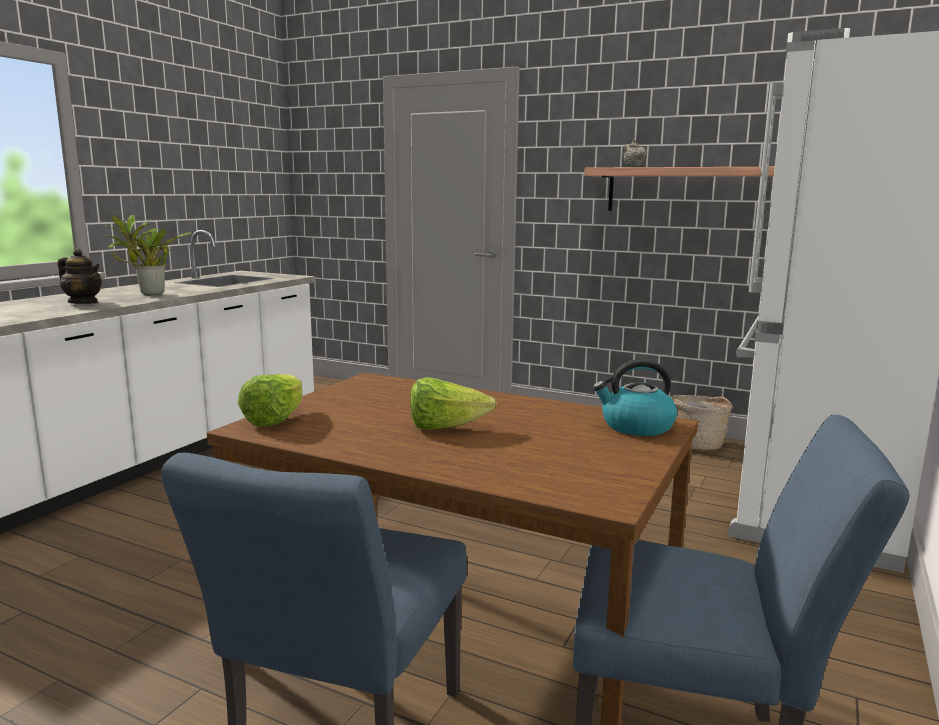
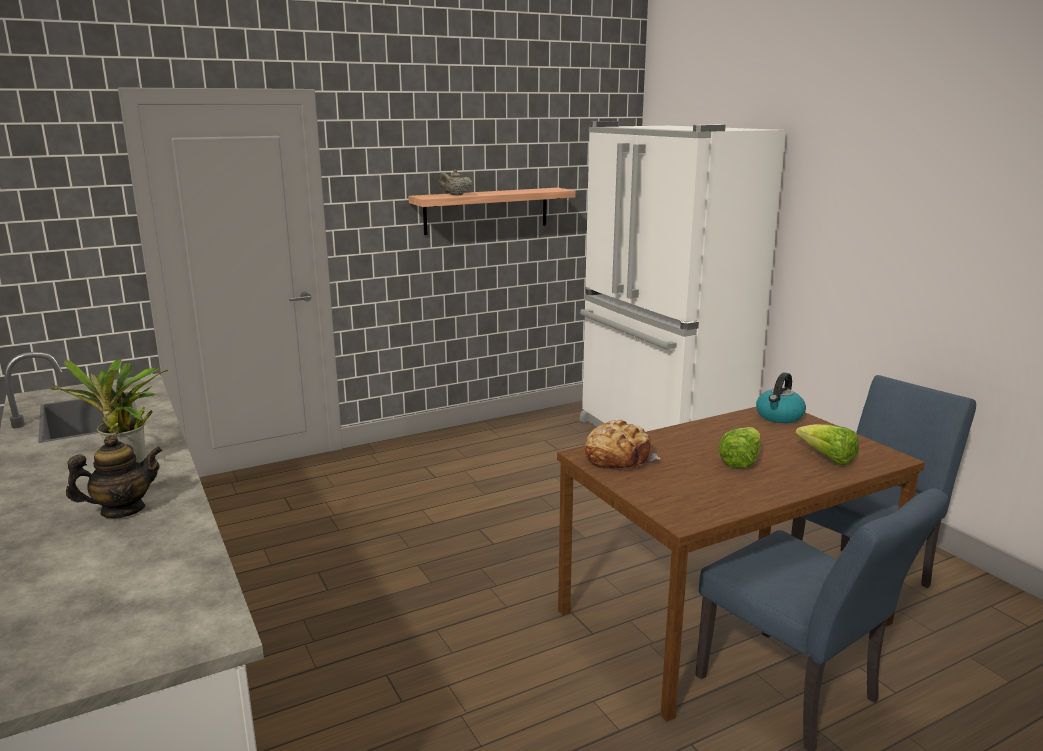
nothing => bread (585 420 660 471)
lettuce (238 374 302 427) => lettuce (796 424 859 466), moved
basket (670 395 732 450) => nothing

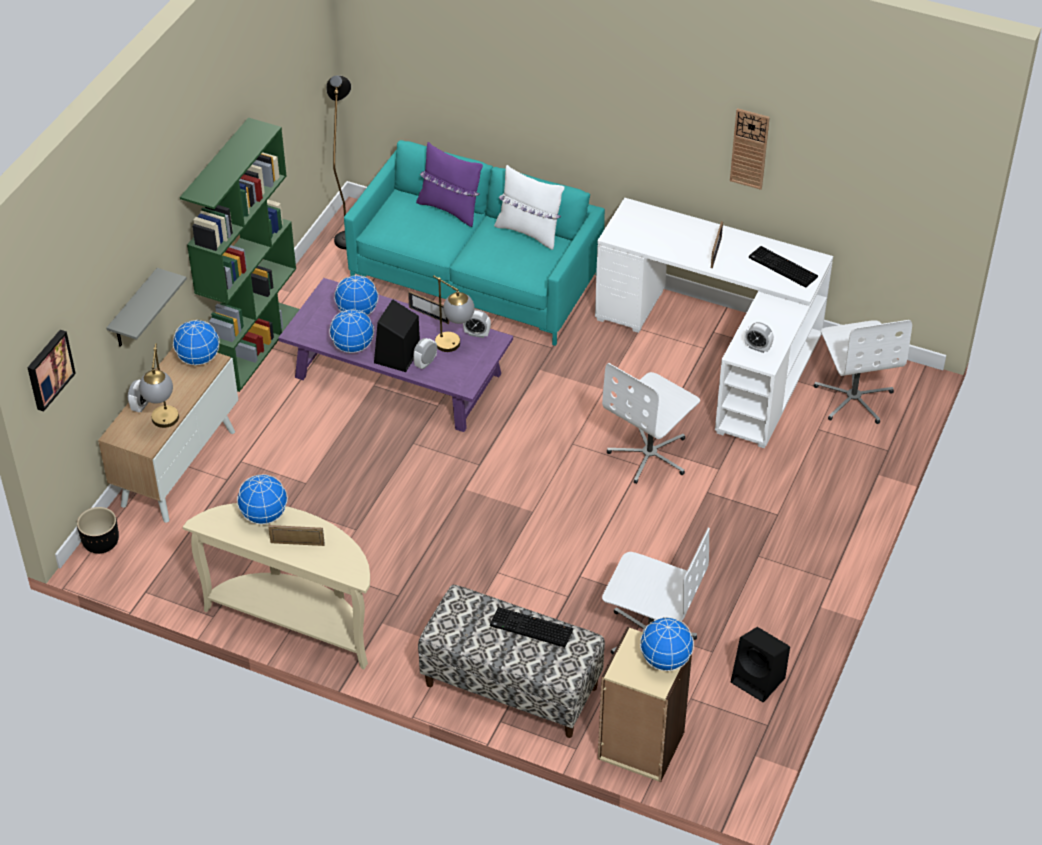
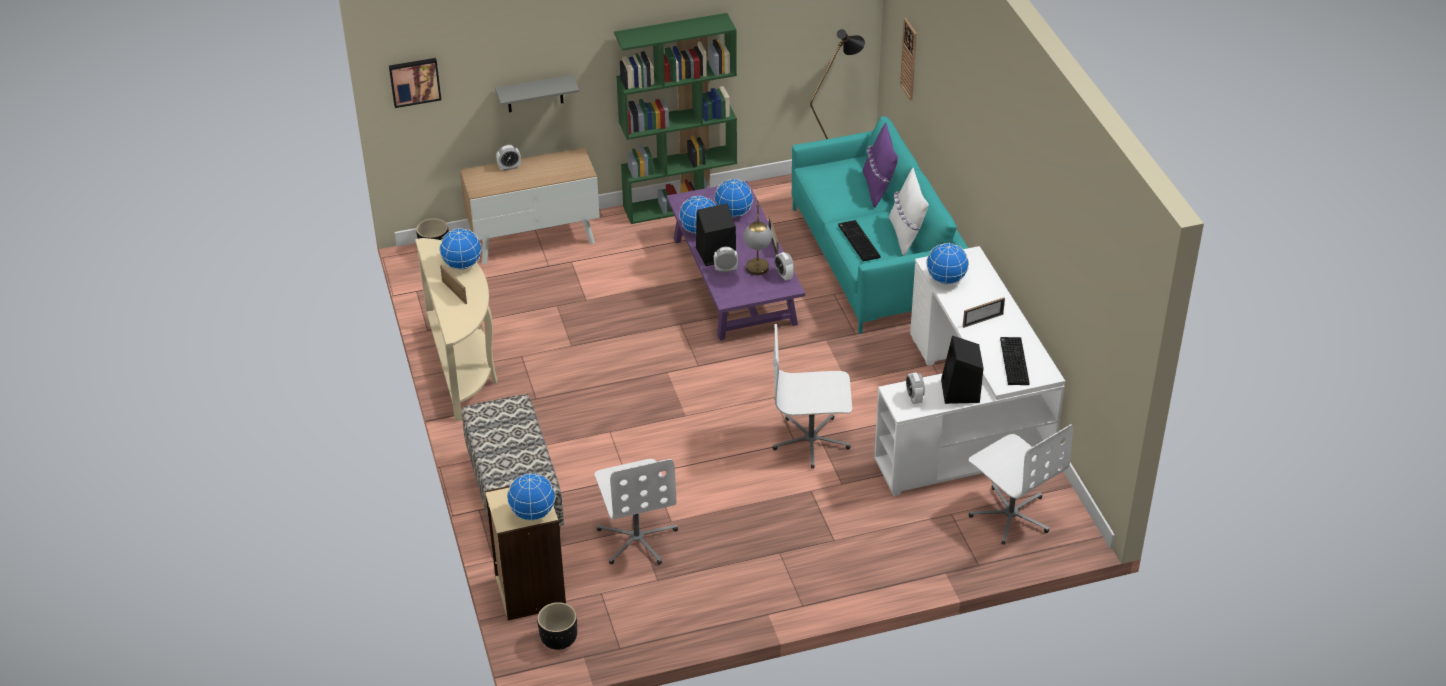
nothing => planter/black (537 602 577 650)
keyboard (490 607 573 647) => keyboard (838 220 881 261), moved
wall clock (730 108 770 190) => wall clock (900 18 917 101), moved
globe (173 319 220 366) => globe (926 243 969 285), moved
speaker/black (731 627 790 703) => speaker/black (941 335 983 404), moved
office chair/white (814 320 912 424) => office chair/white (969 424 1073 545), 75 degrees counterclockwise
table lamp (139 343 179 428) => nothing

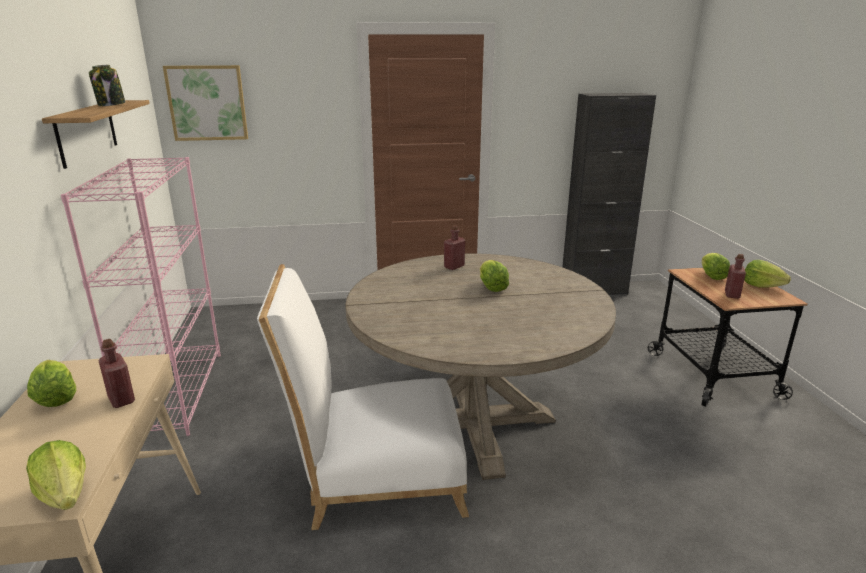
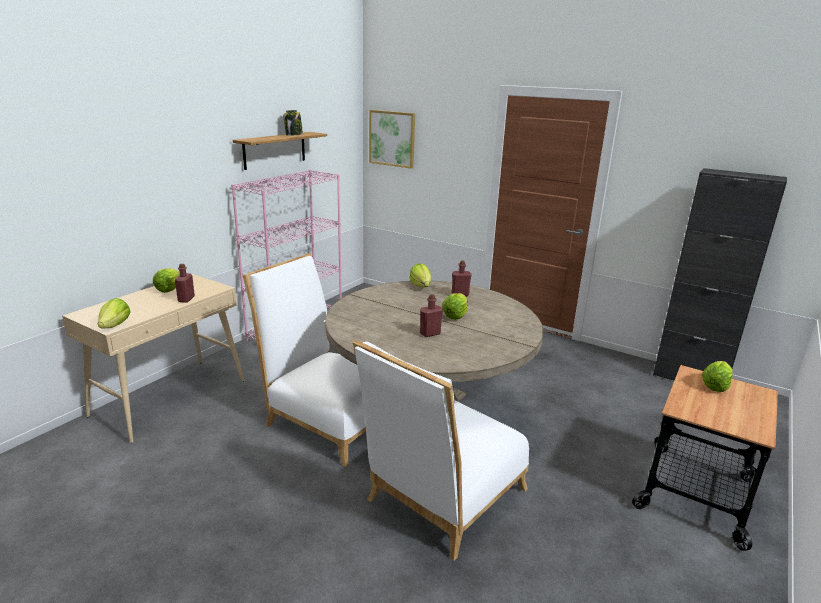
nothing => chair/white (353 340 529 561)
lettuce (744 260 791 288) => lettuce (410 264 431 288), moved
bottle/red (725 254 746 299) => bottle/red (420 294 443 337), moved

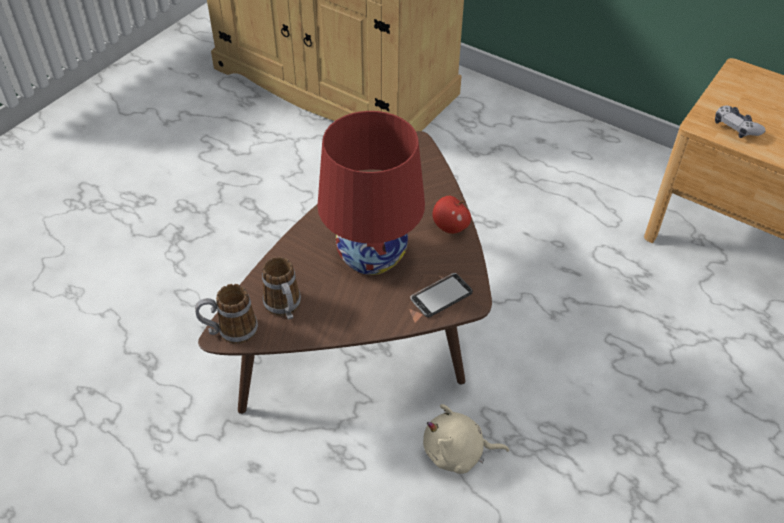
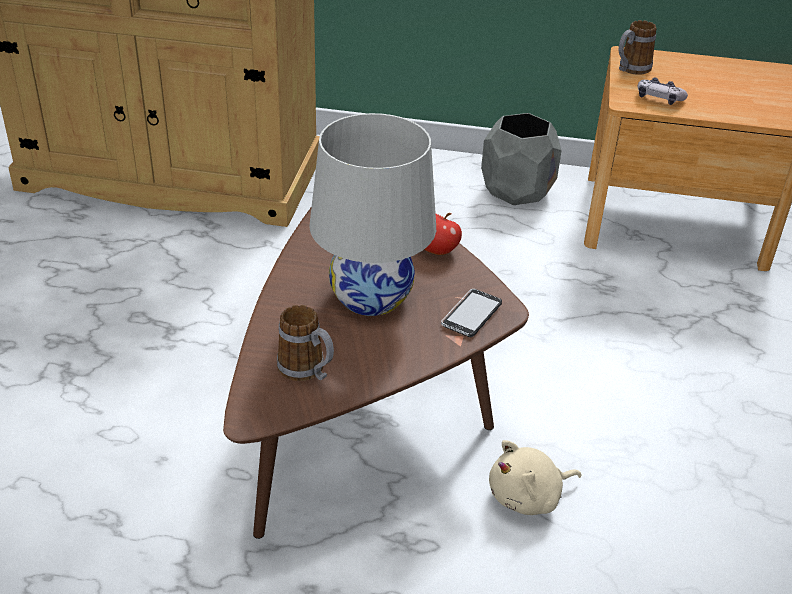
table lamp/red (317 111 425 275) => table lamp/white (309 113 436 316)
nothing => planter/grey (481 113 562 205)
mug (195 284 258 344) => mug (619 20 656 75), moved

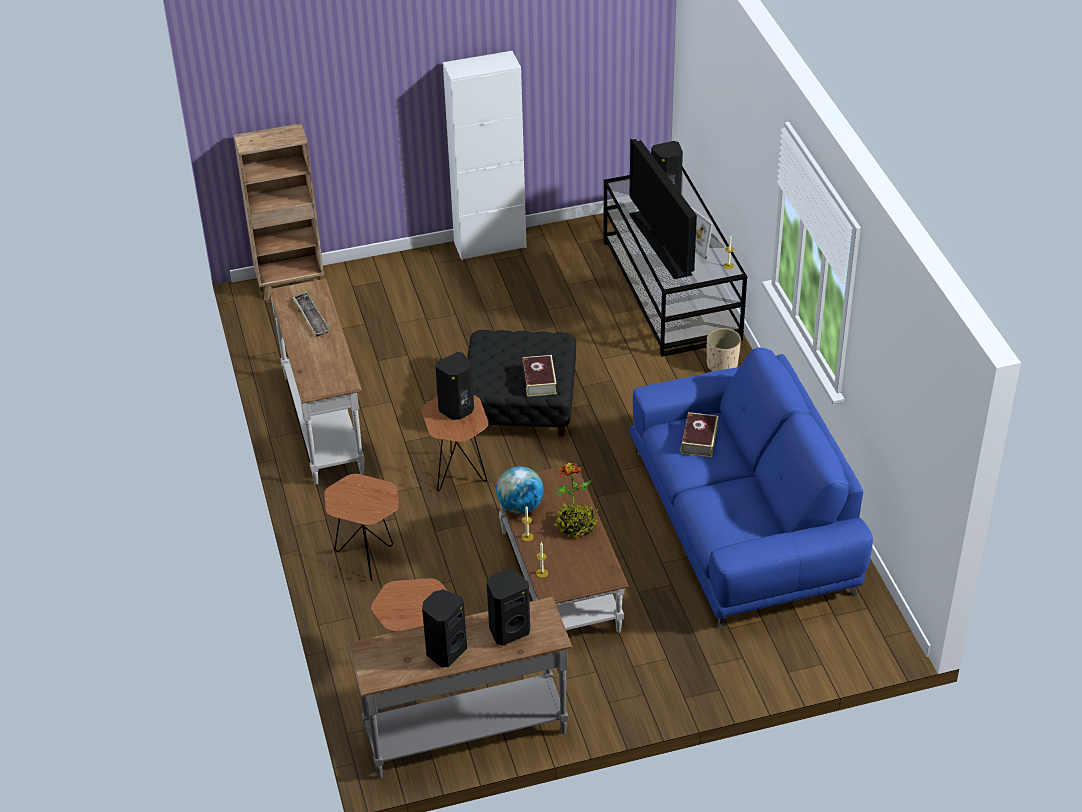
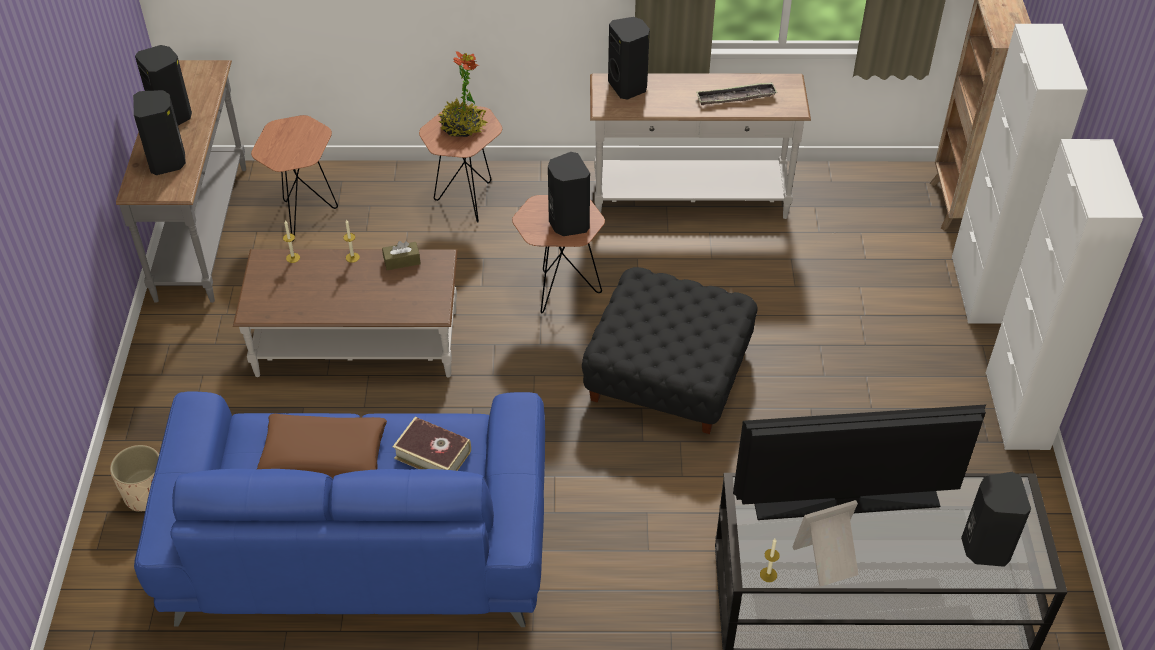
planter/beige (707 328 741 371) => planter/beige (110 445 159 512), moved
nothing => pillow/brown (257 414 387 478)
globe (496 466 544 514) => tissue box/brown (382 241 421 270)
potted plant (554 462 598 538) => potted plant (439 51 488 137), moved
nothing => speaker/black (608 17 650 100)
nothing => cabinet/white (952 24 1088 324)
book (522 355 557 397) => nothing

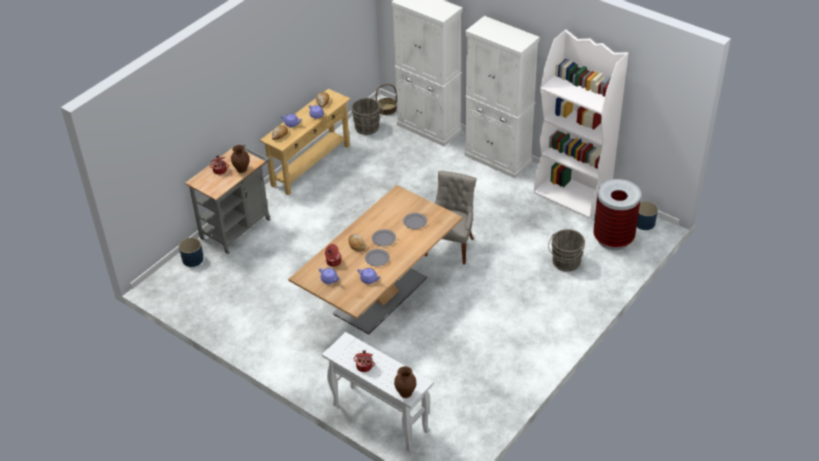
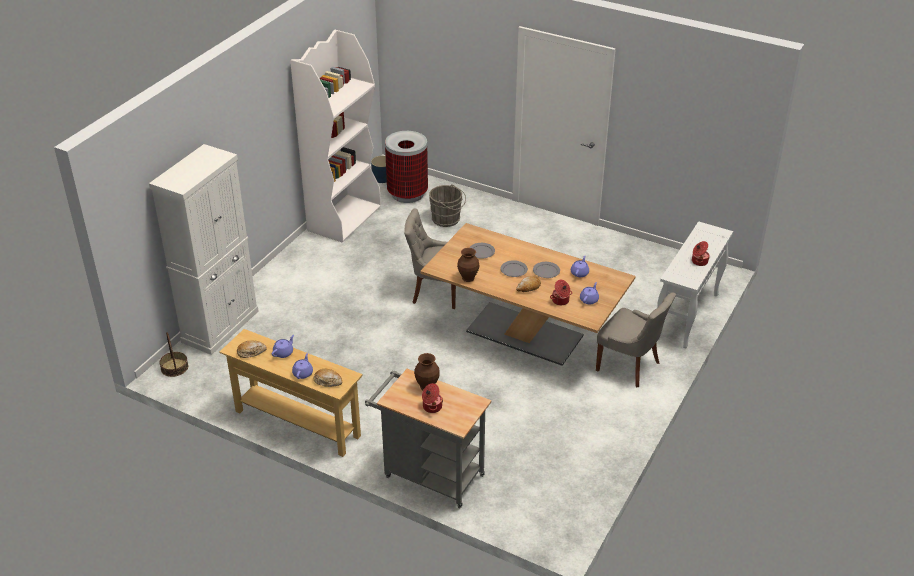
vase/brown (394 366 416 398) => vase/brown (457 248 479 282), moved
nothing => chair/grey (596 292 676 387)
planter/blue (179 238 204 267) => nothing
bucket/grey (351 97 383 135) => nothing
cabinet/white (464 16 540 178) => nothing

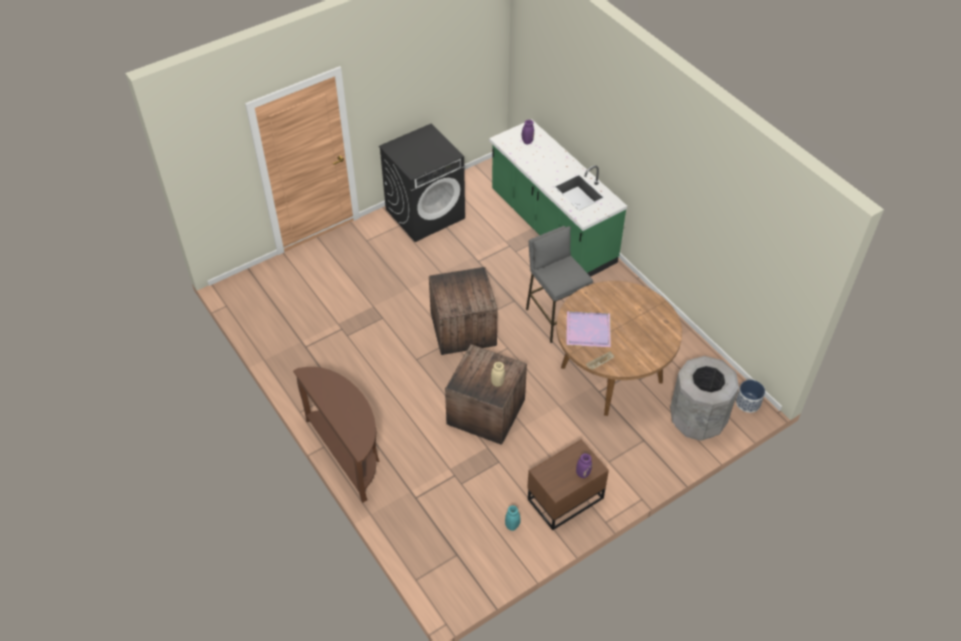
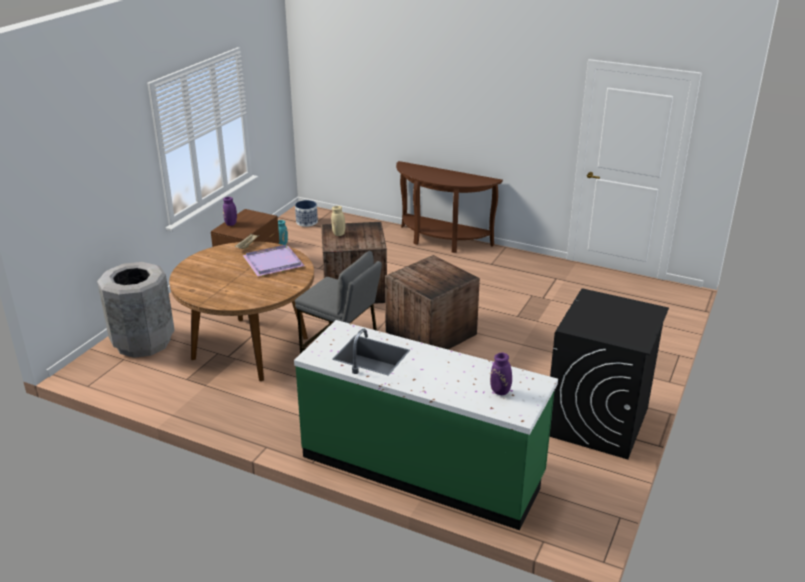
planter (736 380 765 413) => planter (295 200 318 227), moved

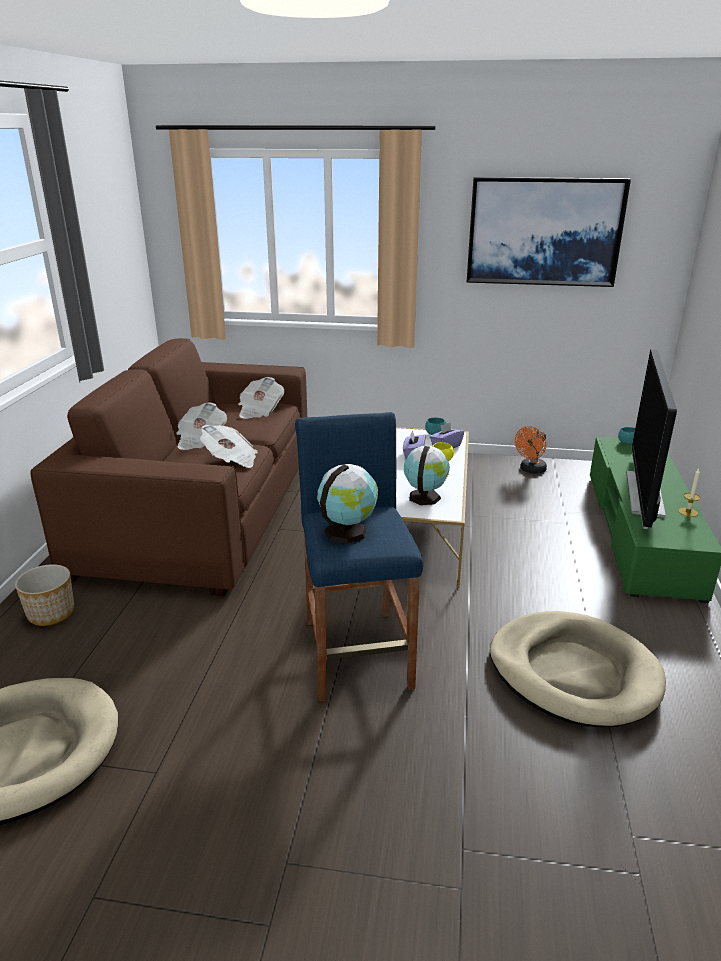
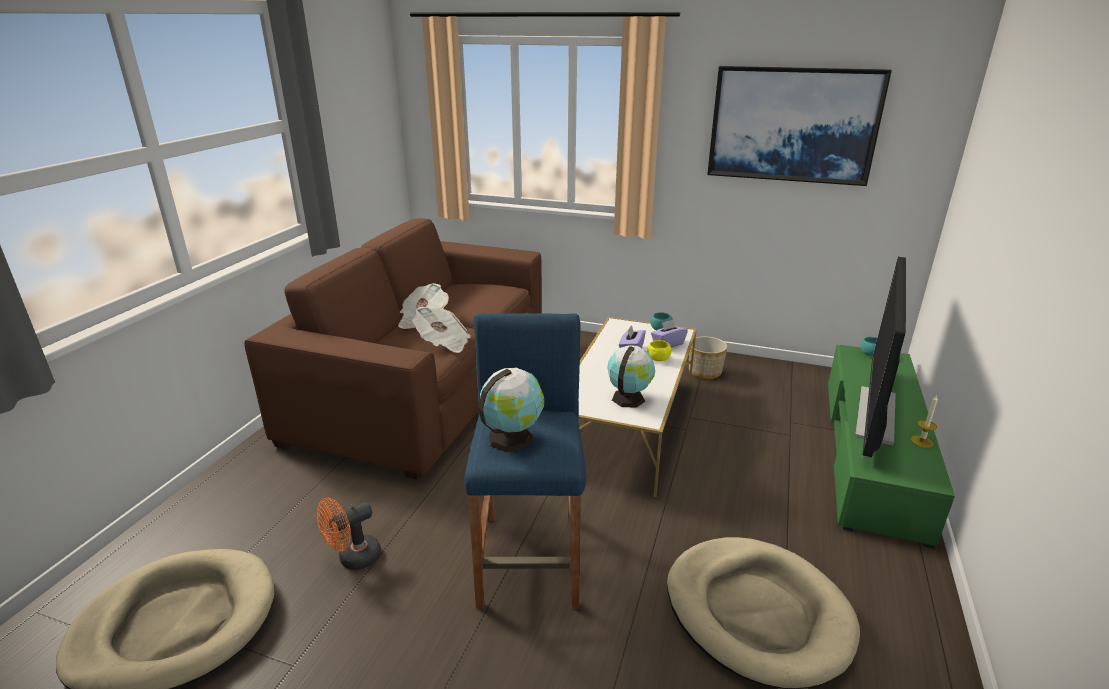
fan/orange (515 426 547 474) => fan/orange (317 498 381 570), moved
planter (15 564 74 626) => planter (689 336 728 379), moved
newspaper (238 377 284 419) => nothing

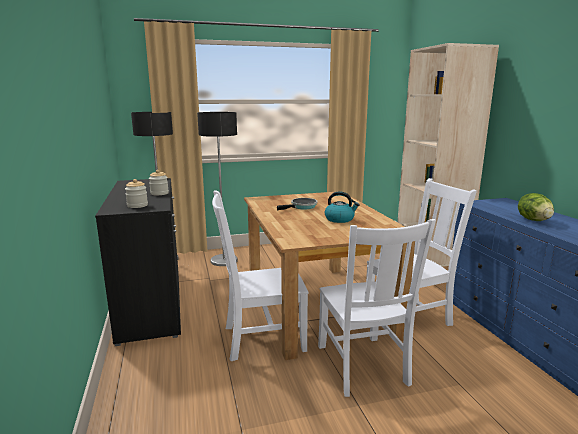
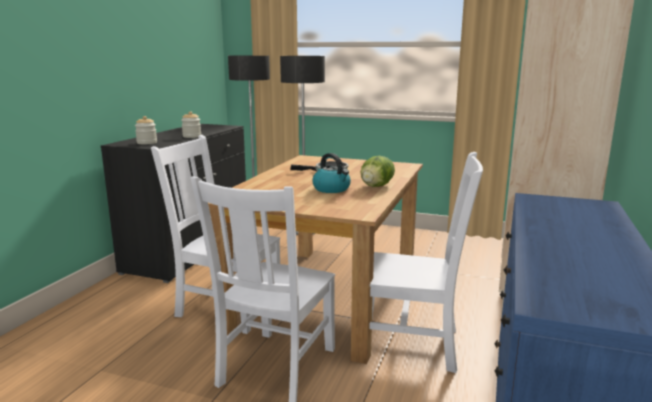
lettuce (518 193 554 221) => lettuce (360 156 395 187), moved

